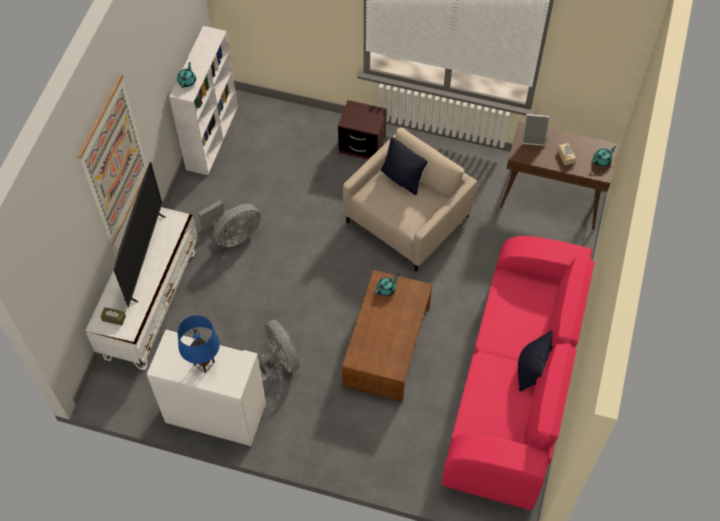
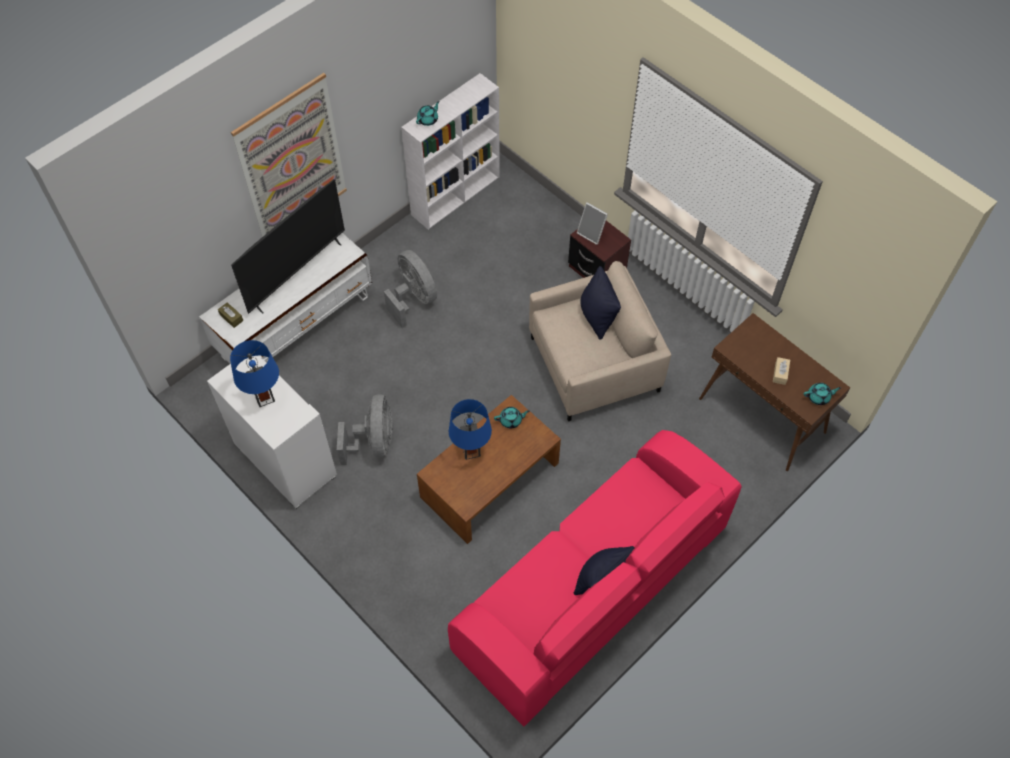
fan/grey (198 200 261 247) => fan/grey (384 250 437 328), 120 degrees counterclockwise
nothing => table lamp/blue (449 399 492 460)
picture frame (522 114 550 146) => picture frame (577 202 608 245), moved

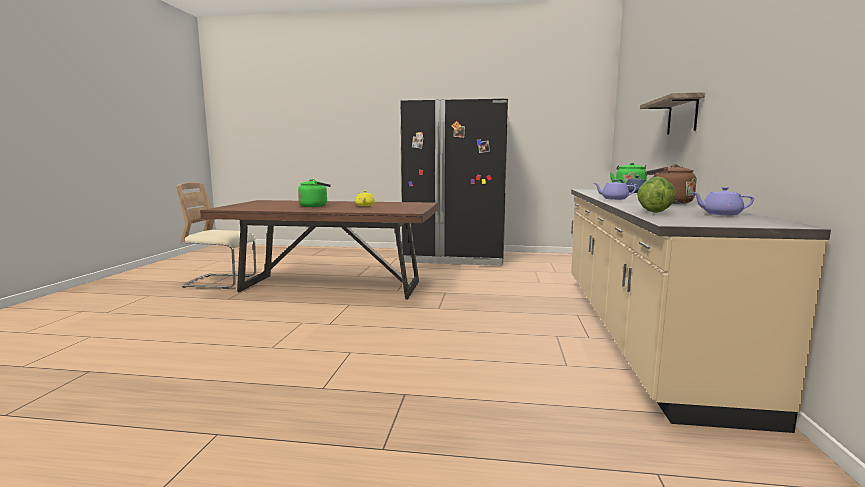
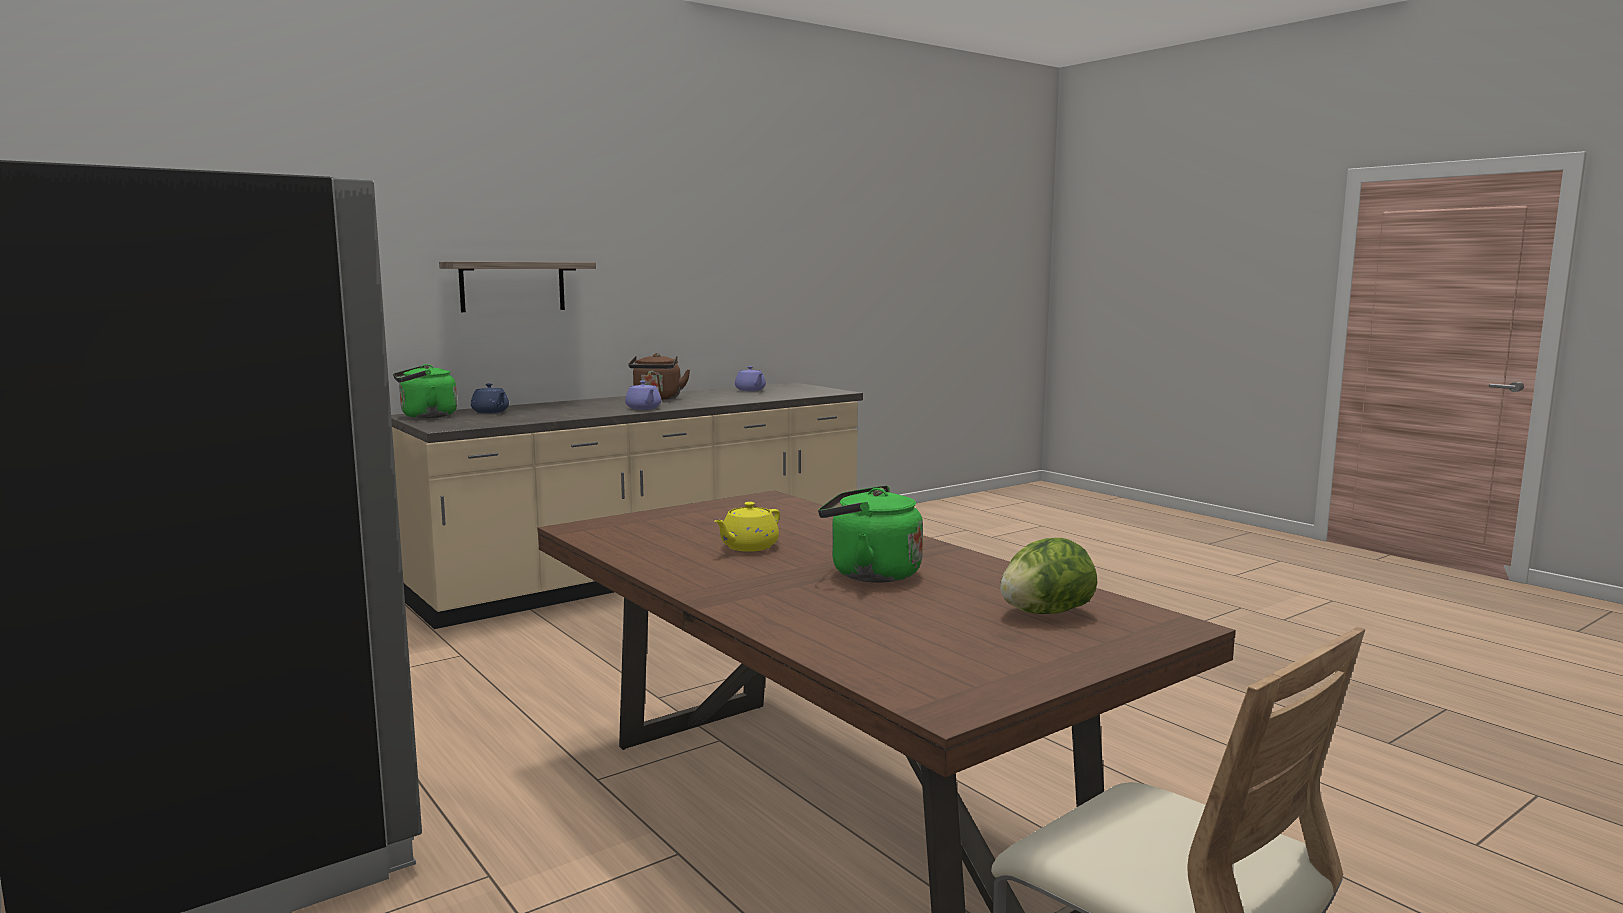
lettuce (637 176 676 213) => lettuce (1000 538 1097 614), moved

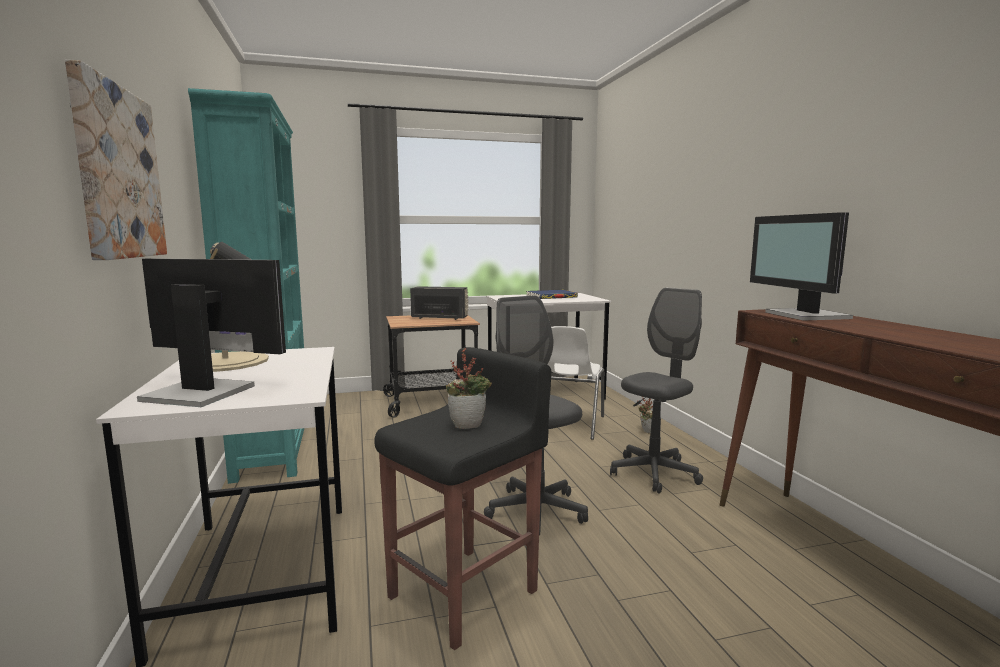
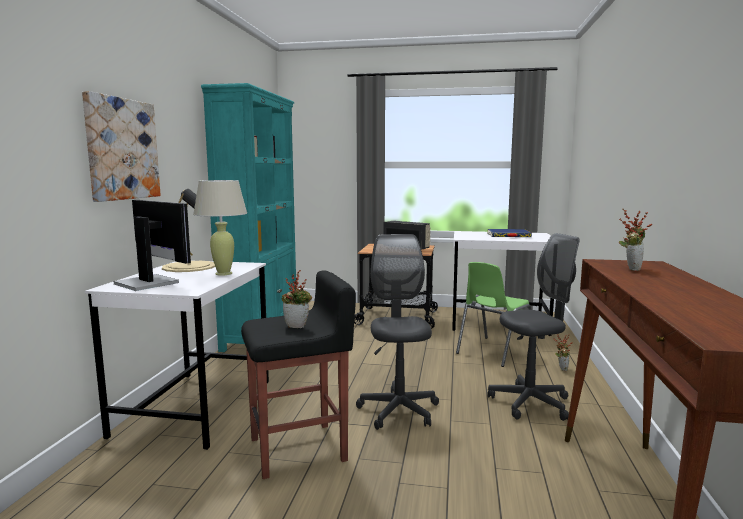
nothing => table lamp/beige (193 180 247 276)
chair/white (548 326 604 440) => chair/green (456 262 531 367)
monitor (750 212 853 321) => potted plant (619 209 652 271)

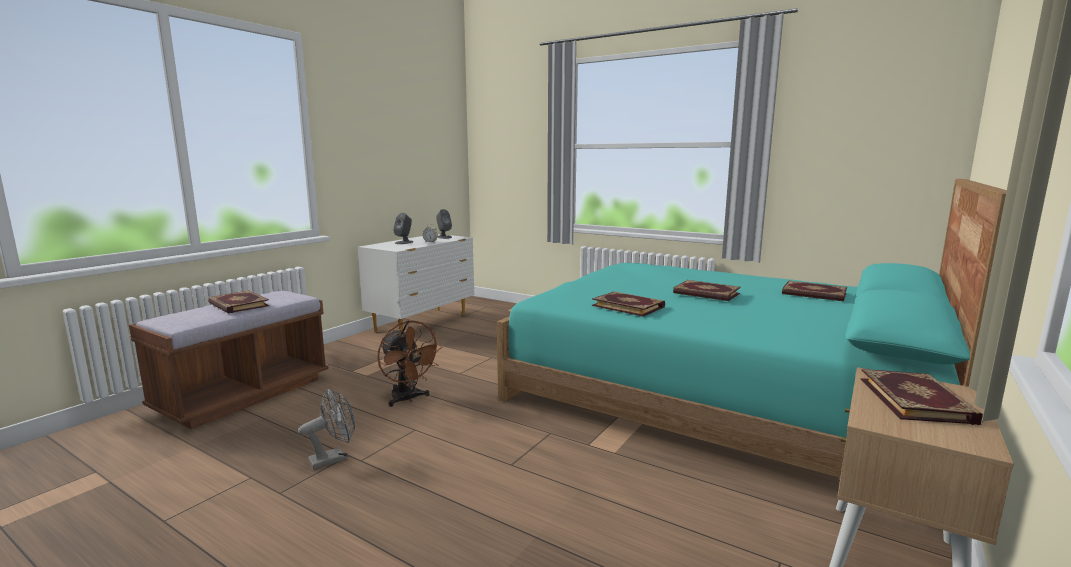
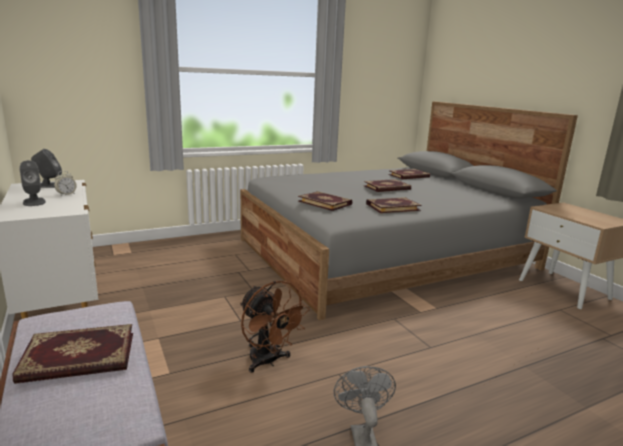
bed/turquoise (497 179 1007 478) => bed/grey (240 102 578 321)
fan/brown (377 321 442 407) => fan/brown (240 281 310 373), 60 degrees clockwise
book (860 369 983 425) => book (298 191 352 211), moved

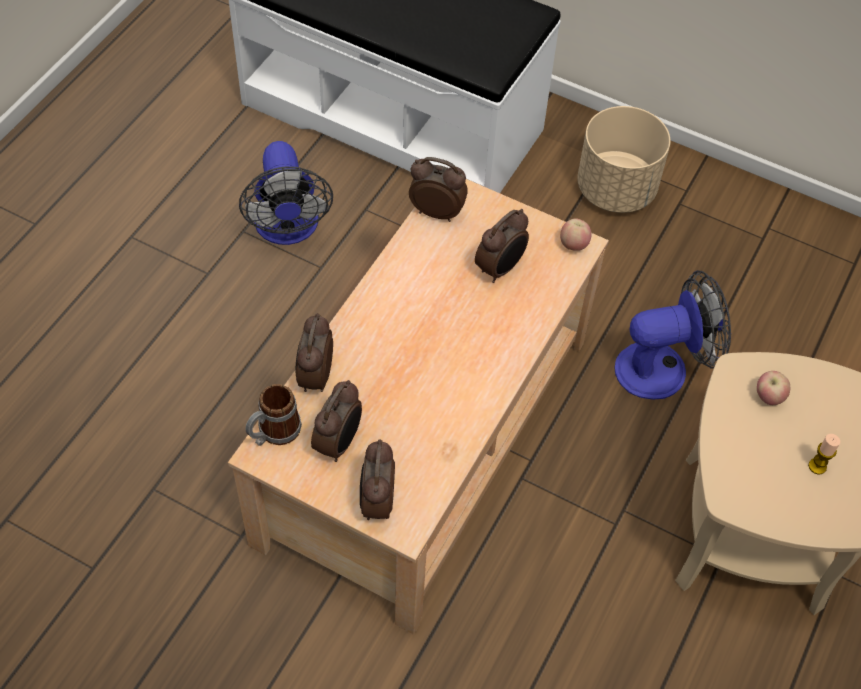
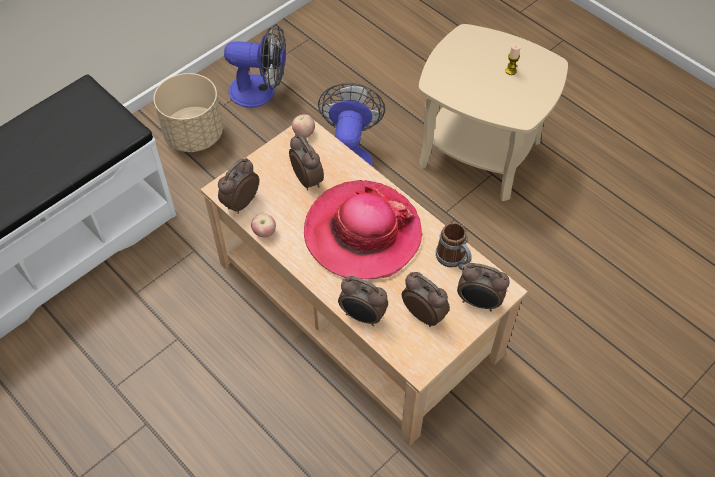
fan (239 141 333 245) => fan (224 24 286 108), moved
apple (757 371 790 405) => apple (251 213 276 237), moved
nothing => hat (304 180 423 279)
mug (246 384 302 446) => mug (436 222 472 270), moved

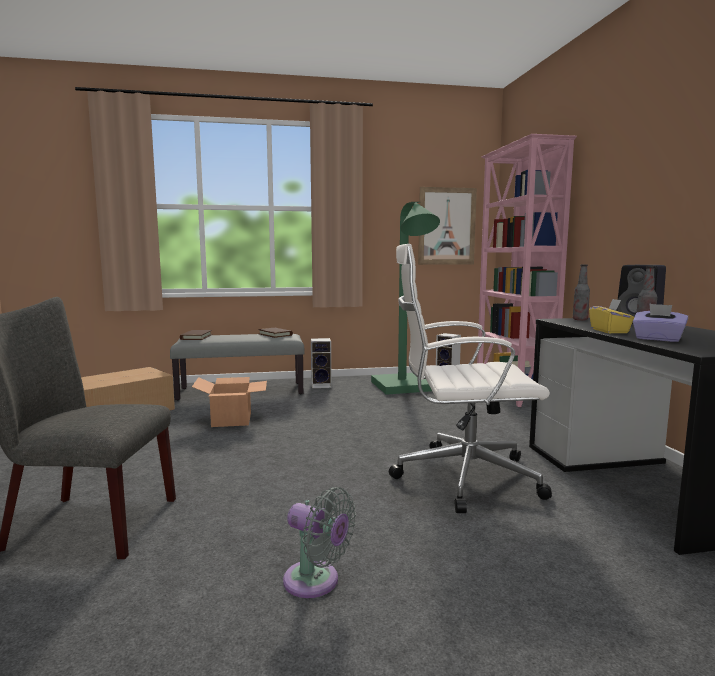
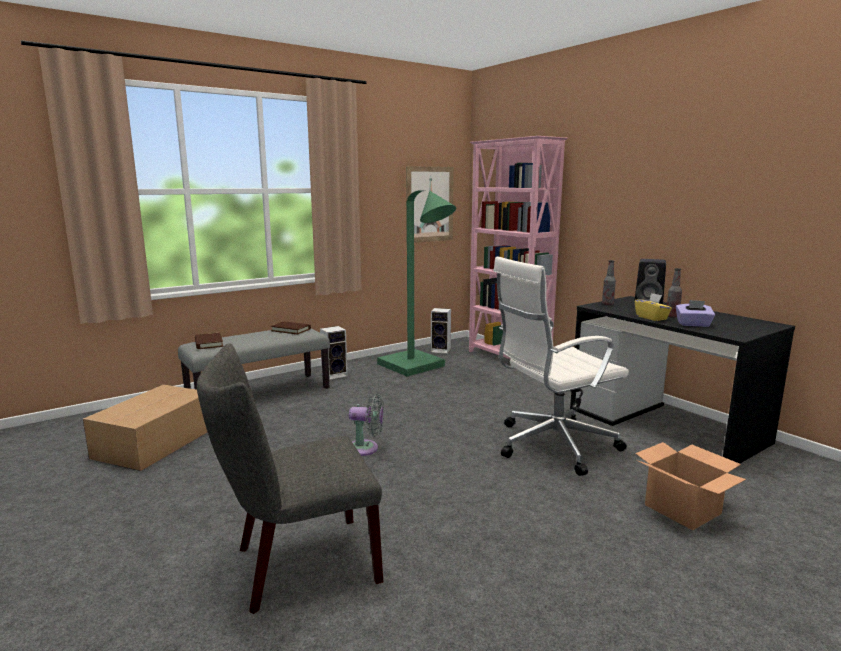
fan/grey (283 487 356 598) => fan/grey (349 394 384 456), moved
cardboard box (192 377 267 427) => cardboard box (635 442 746 530), moved

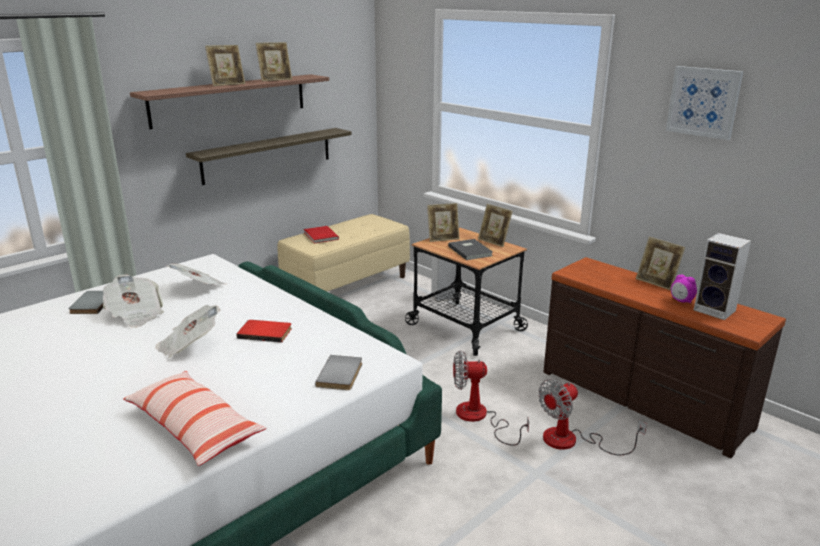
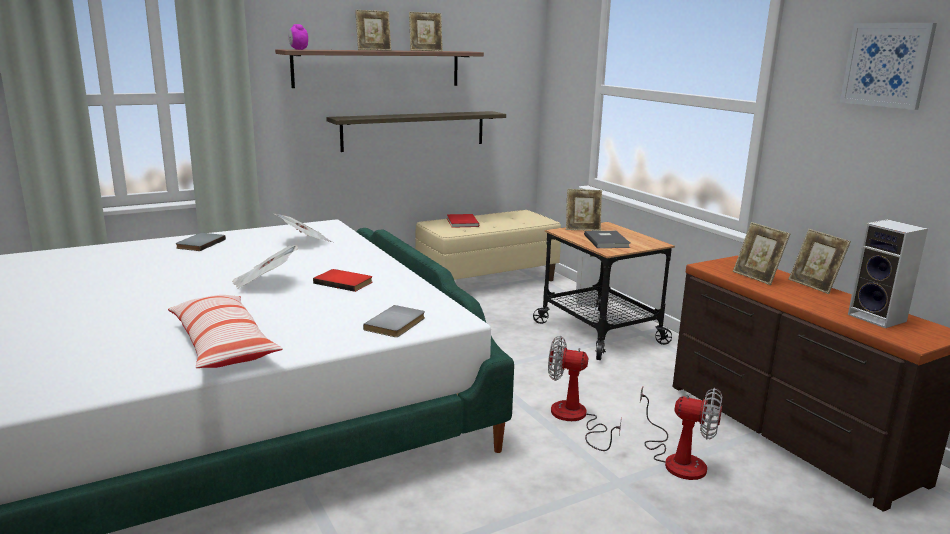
alarm clock (671 275 697 303) => alarm clock (288 24 308 50), moved
fan (538 379 647 455) => fan (640 387 722 480), 135 degrees counterclockwise
picture frame (478 204 513 247) => picture frame (733 222 790 285), moved
newspaper (103 275 164 328) => nothing

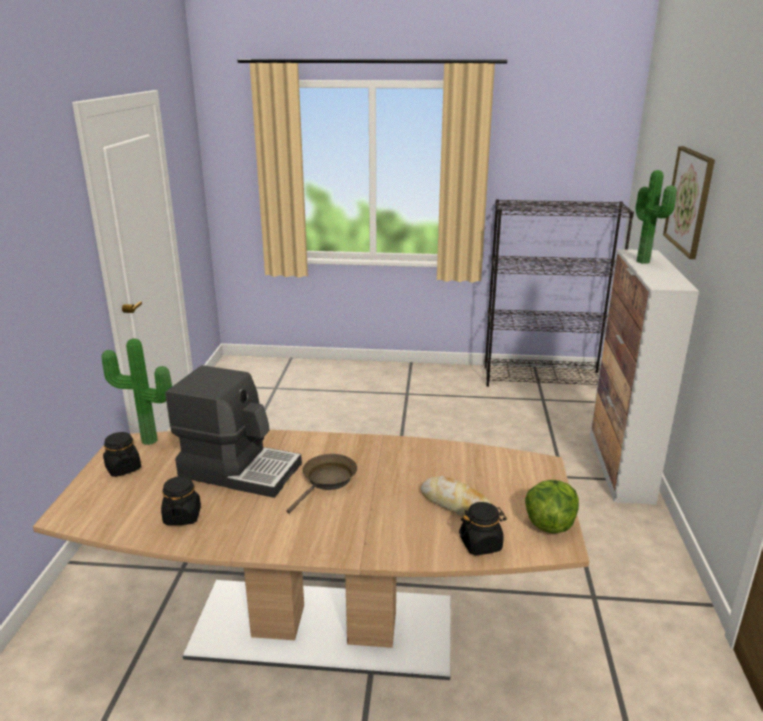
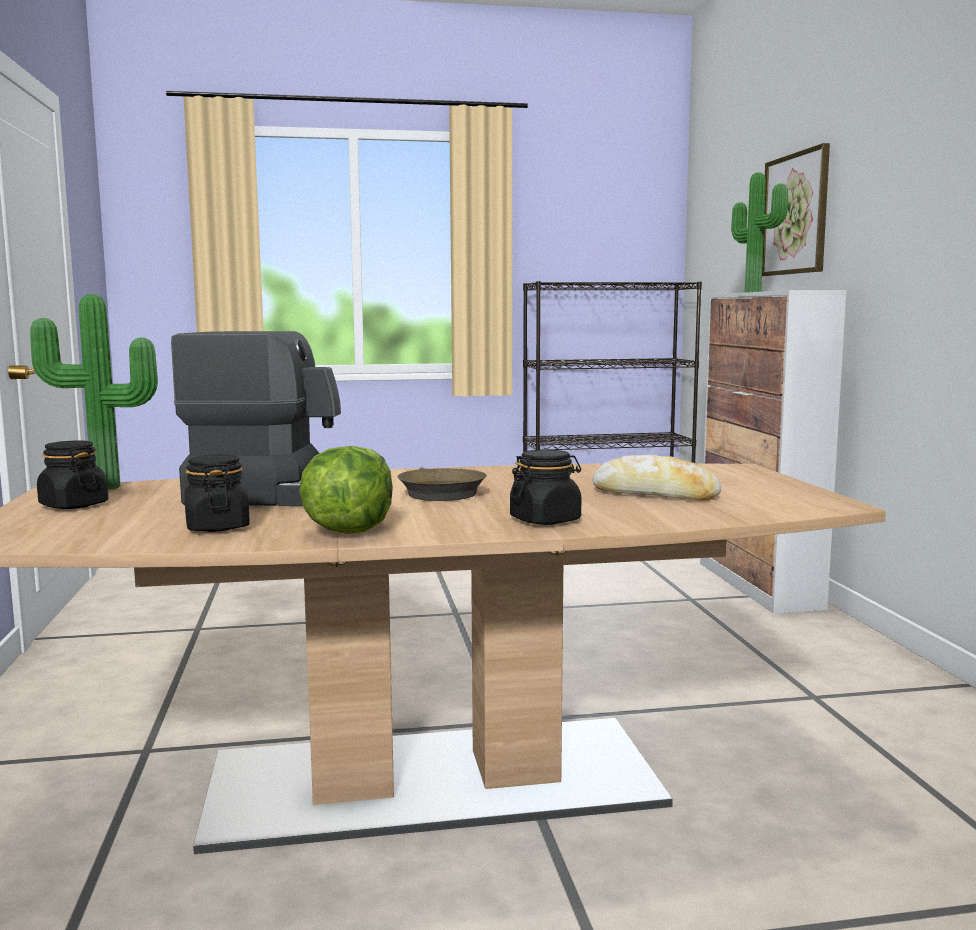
lettuce (525 480 579 533) => lettuce (299 446 393 534), moved
frying pan/brown (286 454 357 513) => frying pan/brown (397 467 487 501), 150 degrees clockwise
jar/black (459 502 507 555) => jar/black (510 450 581 525), moved

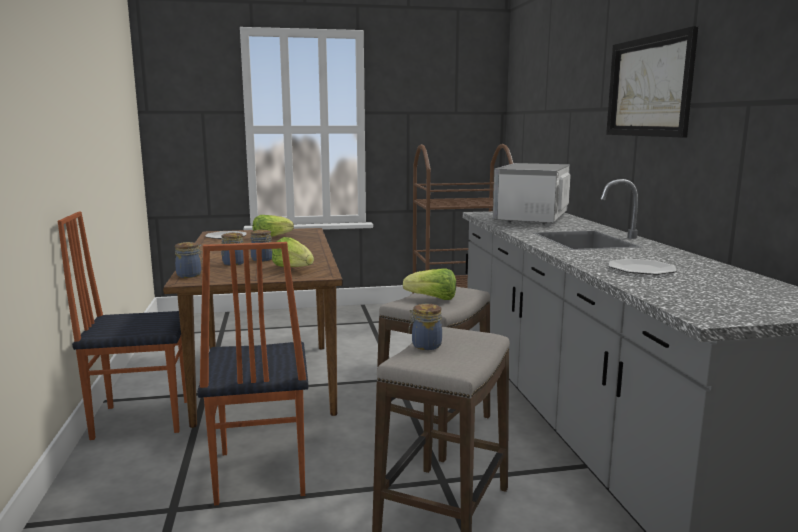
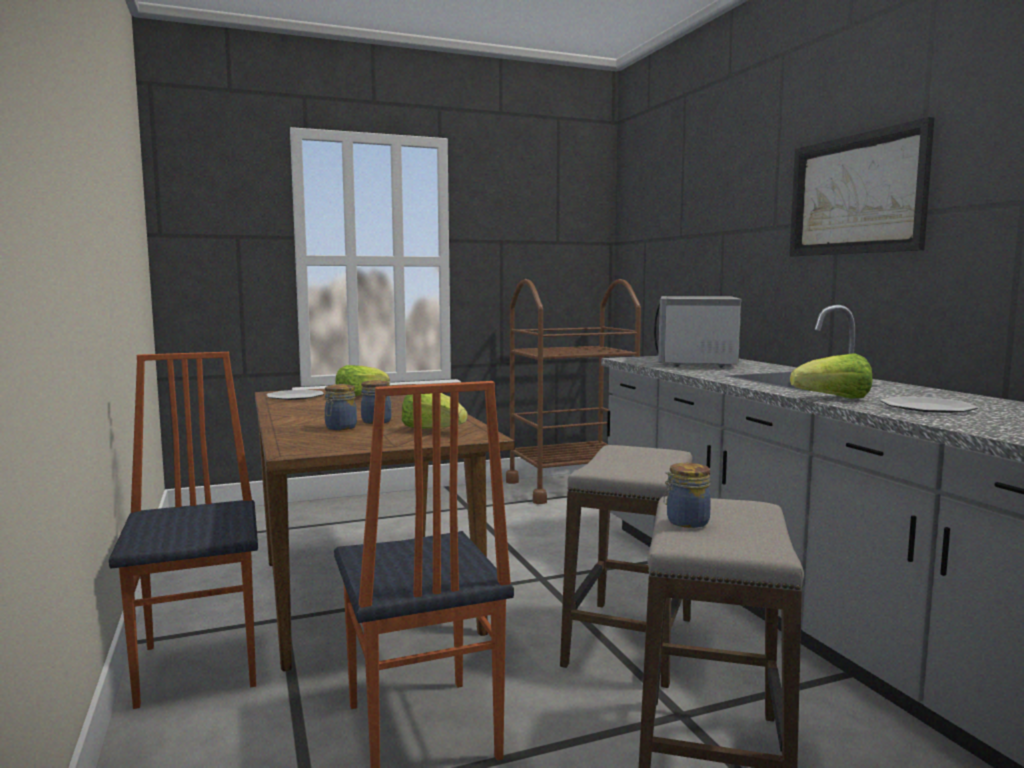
chair (57 211 187 440) => chair (109 352 258 709), 90 degrees clockwise
lettuce (403 268 456 300) => lettuce (790 353 872 399), moved
jar (175 242 203 278) => nothing

